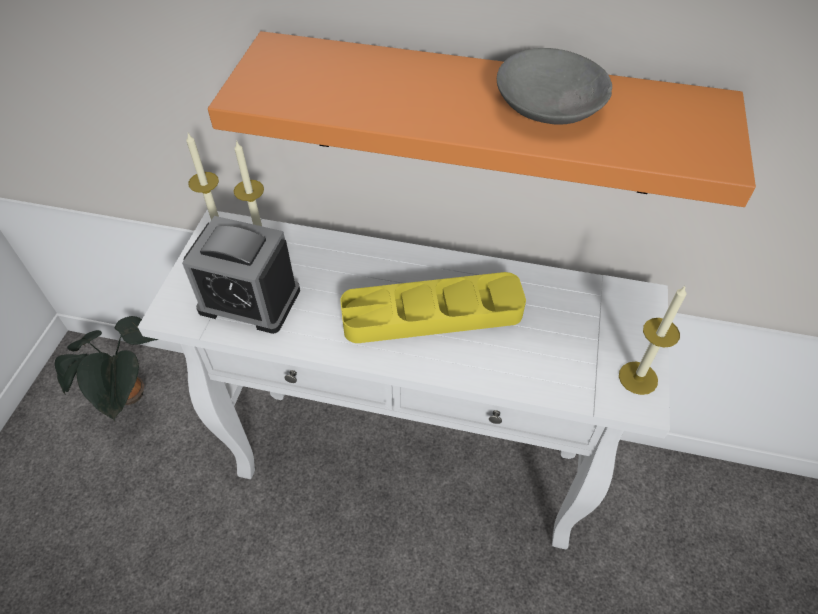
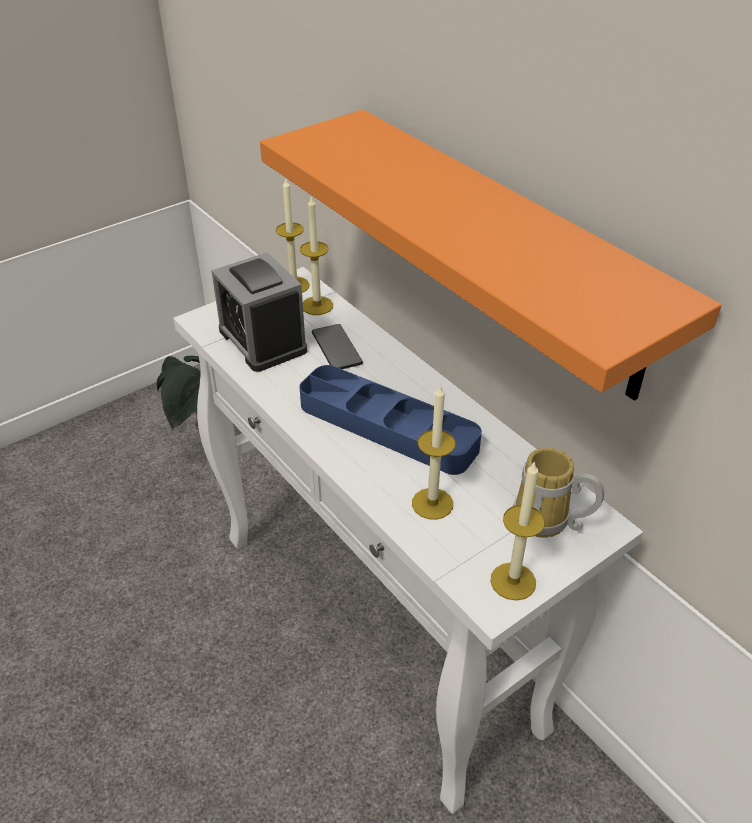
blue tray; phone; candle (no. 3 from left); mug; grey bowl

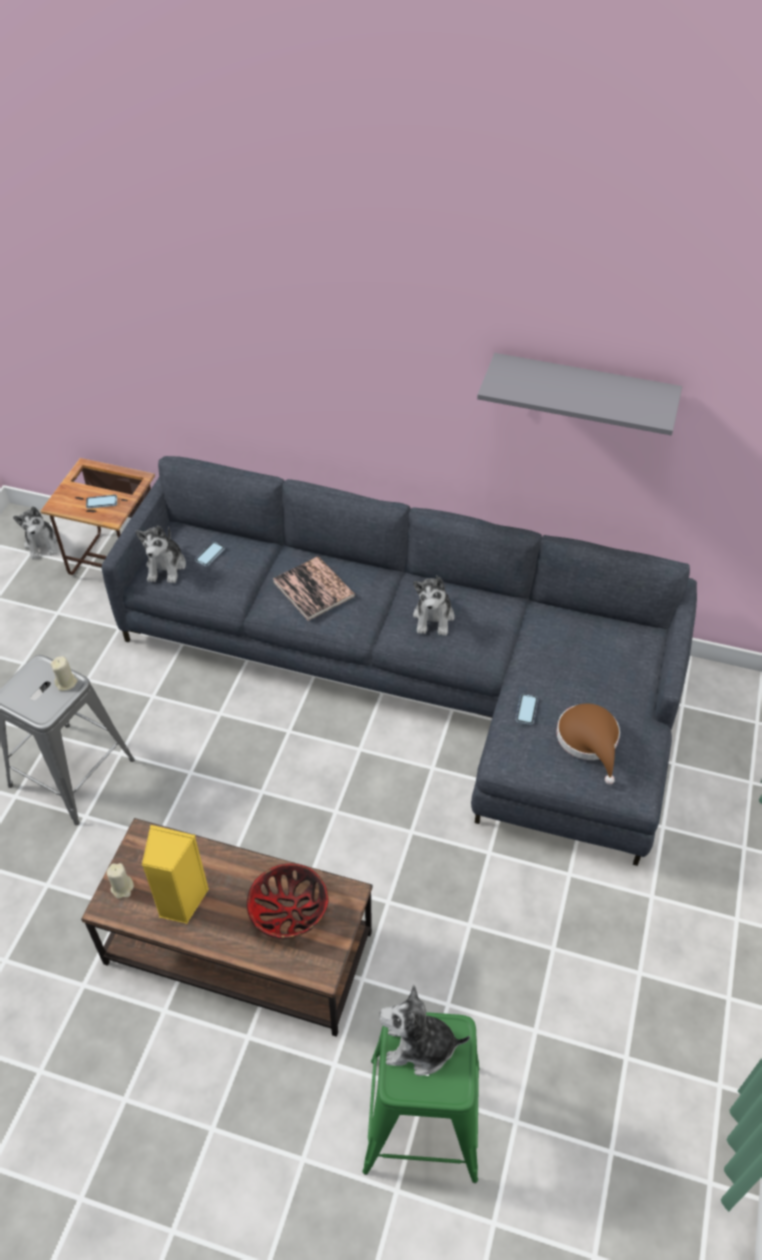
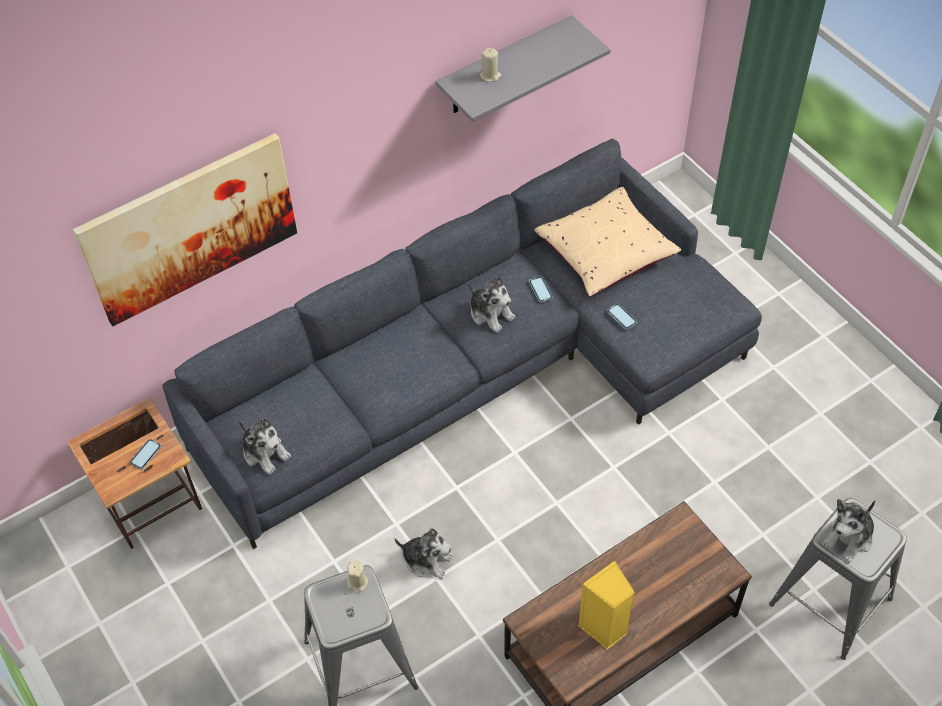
picture; plush toy (no. 2 from left); beige candle (no. 2 from left); phone (no. 2 from left); beige pillow; grey stool (no. 2 from left); bowl; book; brown hat

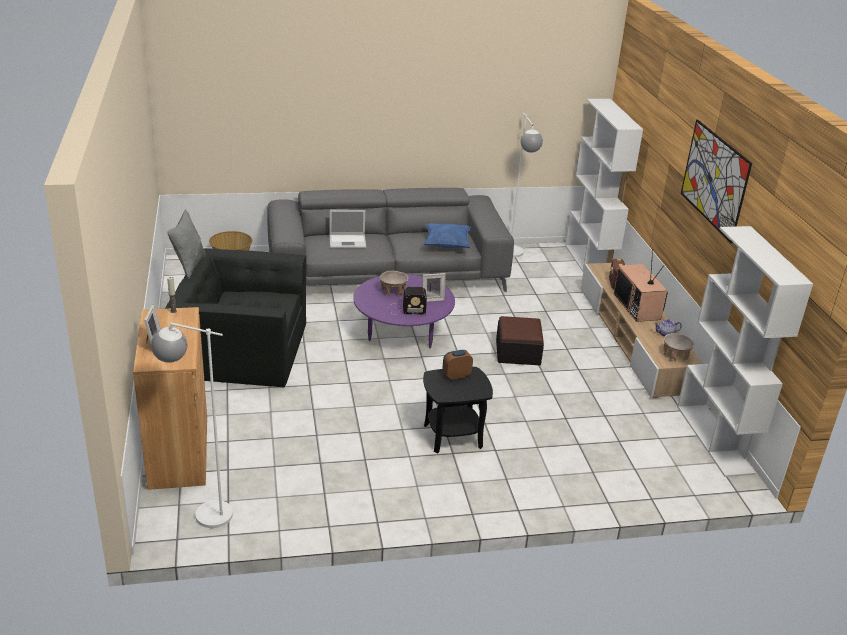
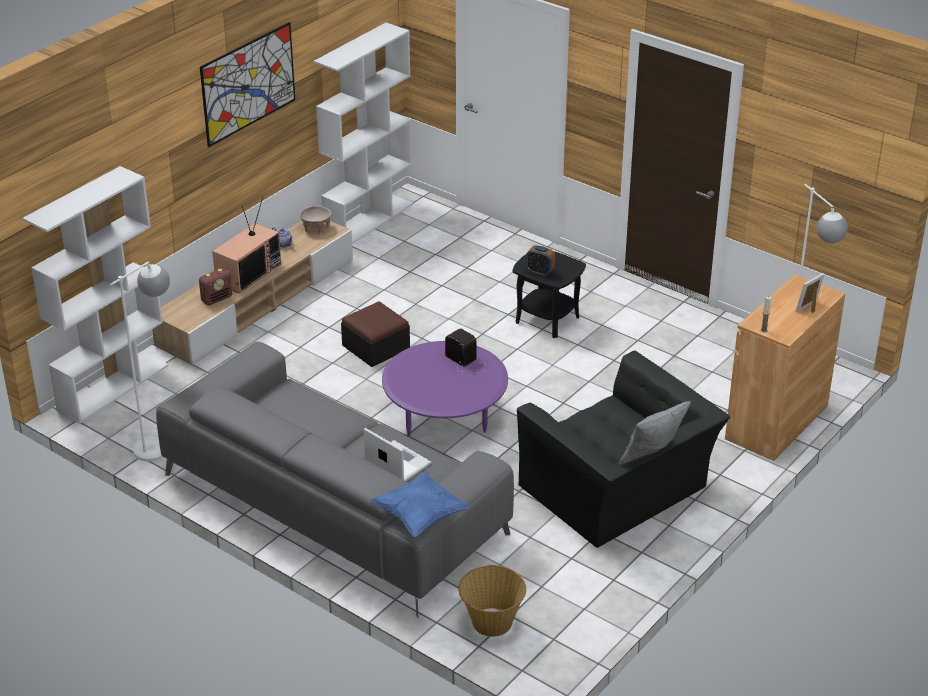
blue pillow; beige bowl (no. 1 from left in the first image); picture frame (no. 2 from left in the first image)

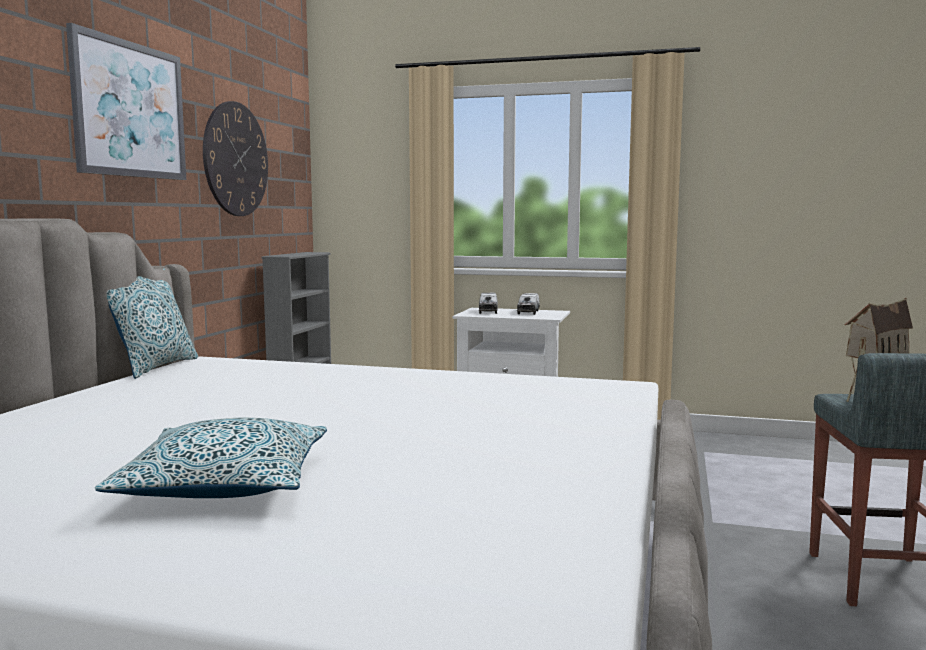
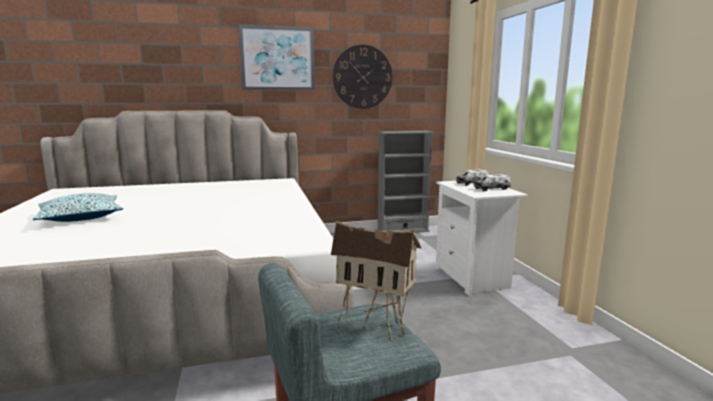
pillow (no. 1 from left in the first image)

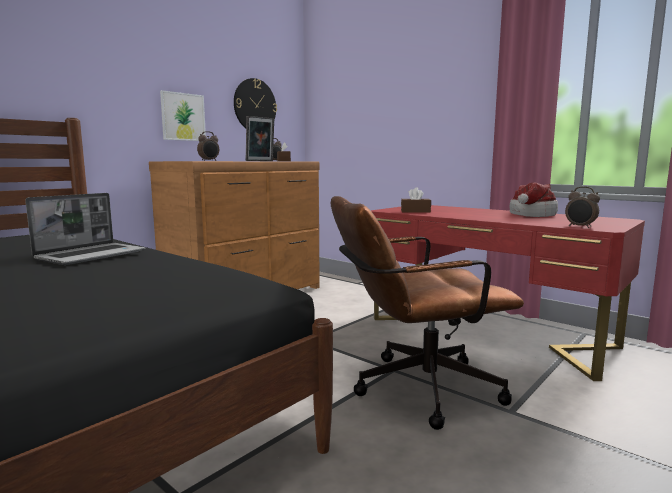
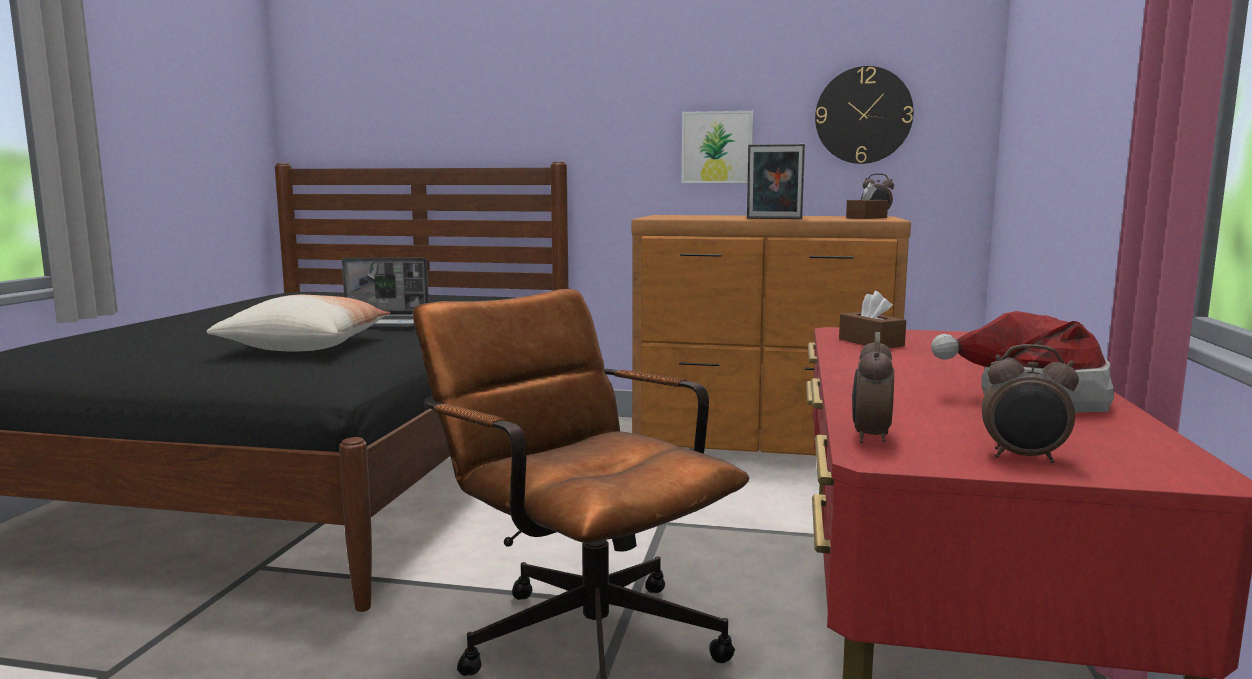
pillow; alarm clock (no. 3 from left)

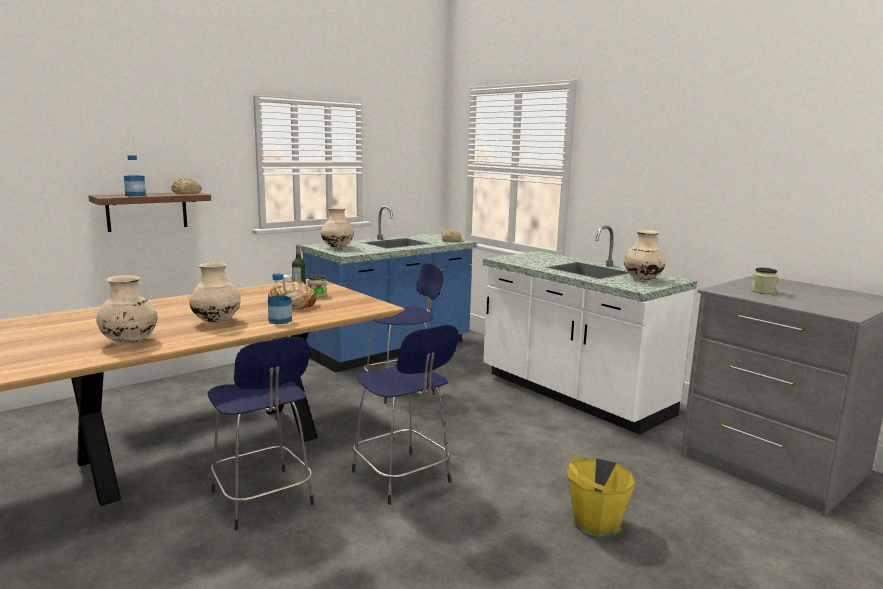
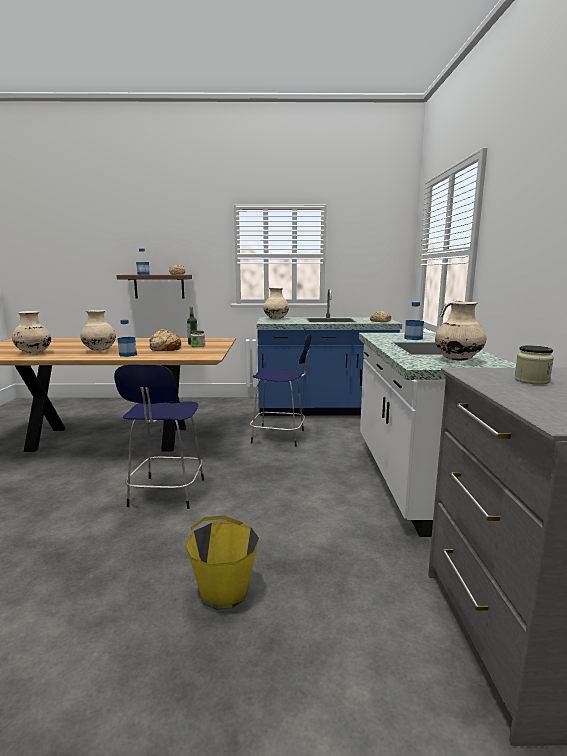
bottle (no. 4 from left); blue stool (no. 1 from left in the first image)

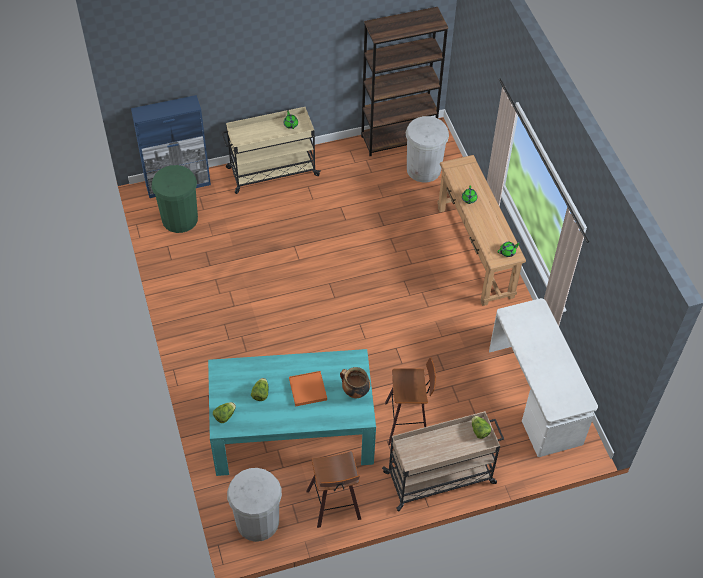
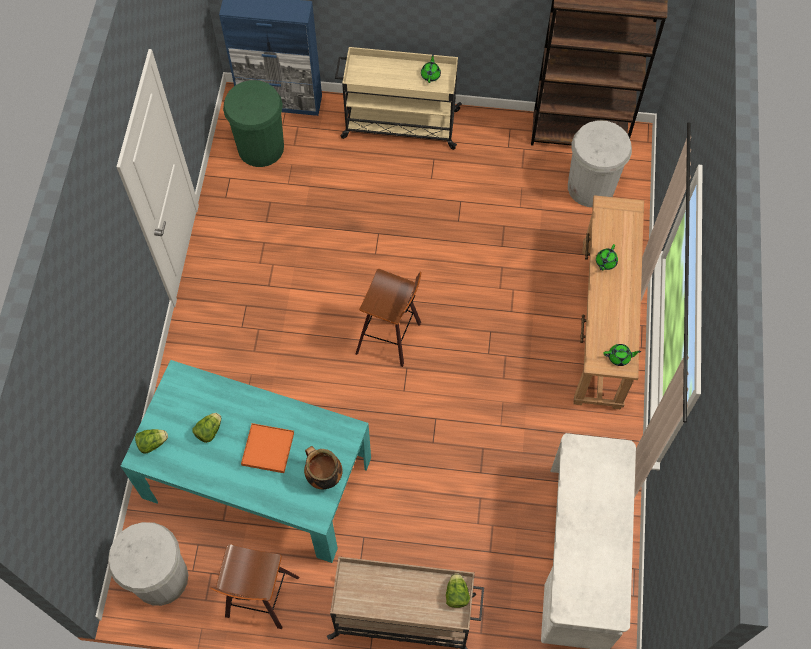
stool (no. 2 from left)

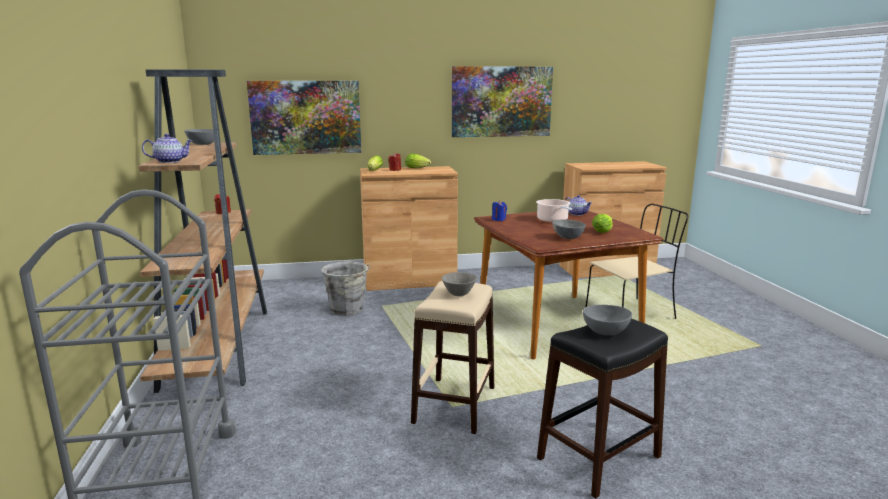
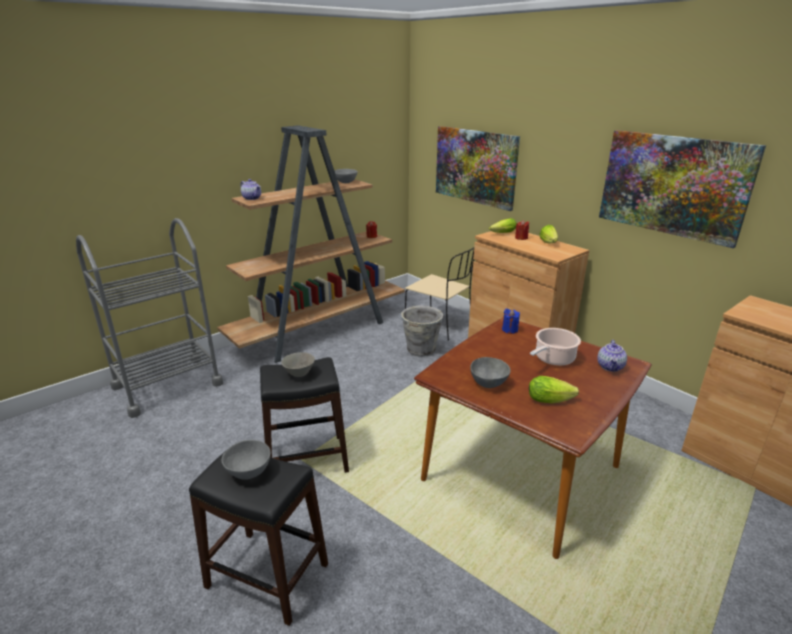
black stool (no. 2 from left); beige chair

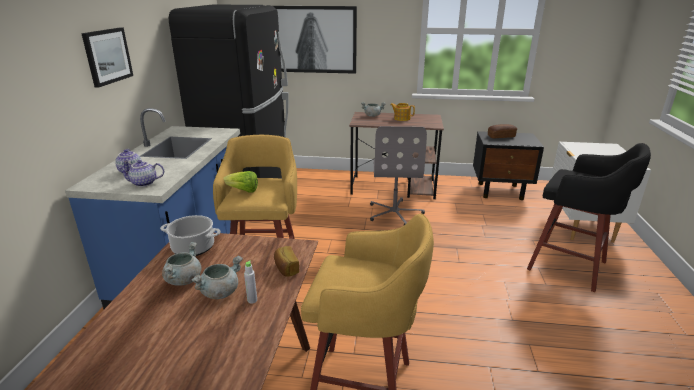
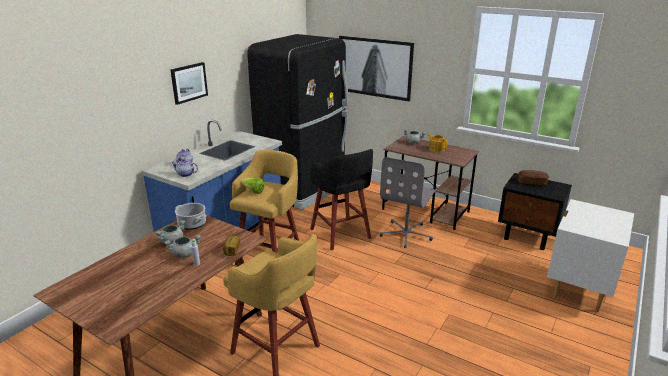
black stool

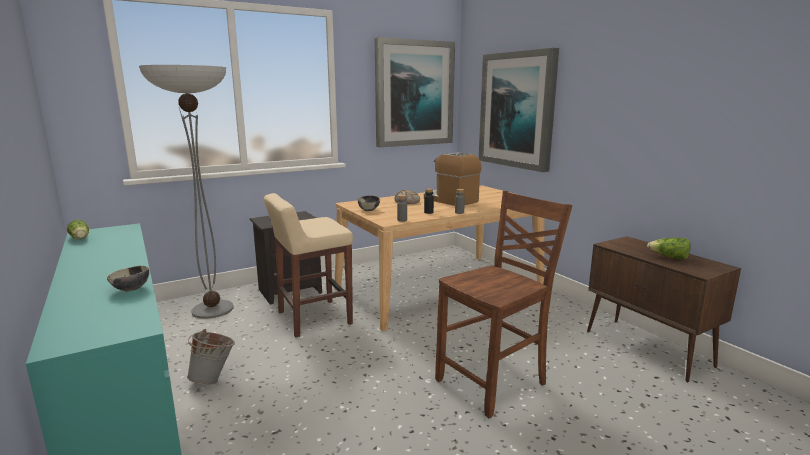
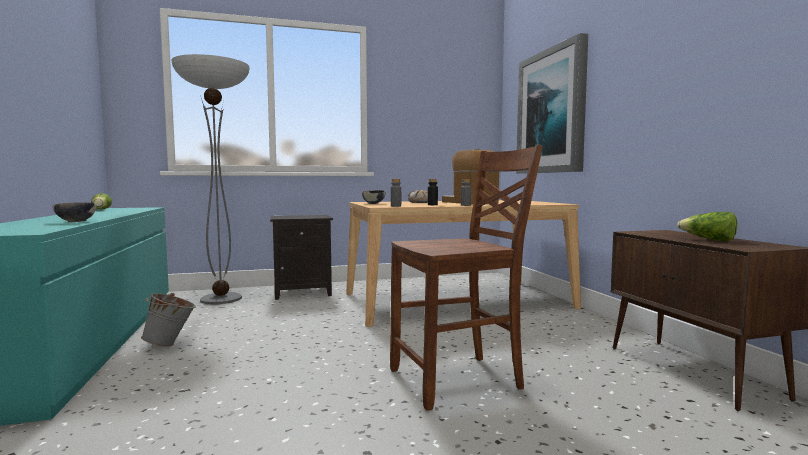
beige stool; picture (no. 1 from left in the first image)

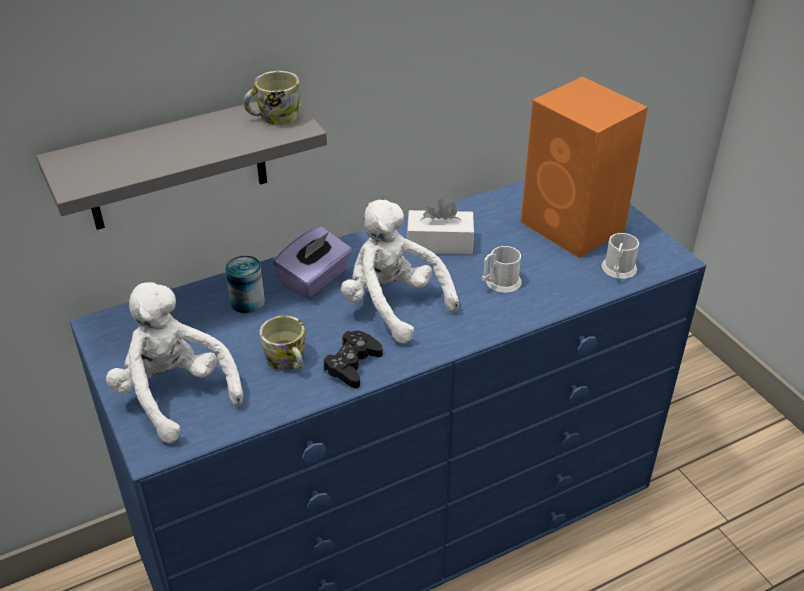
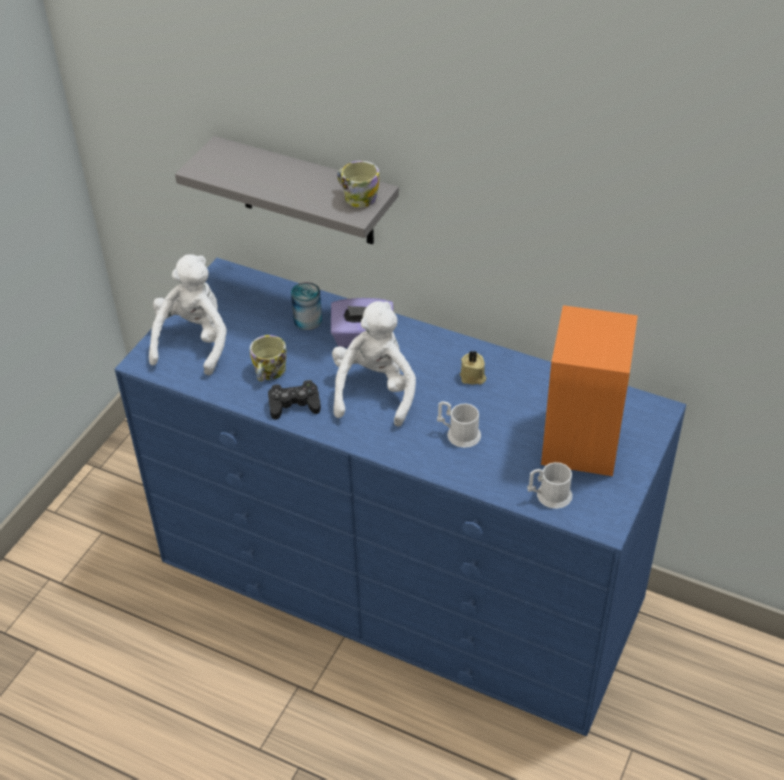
beige candle

